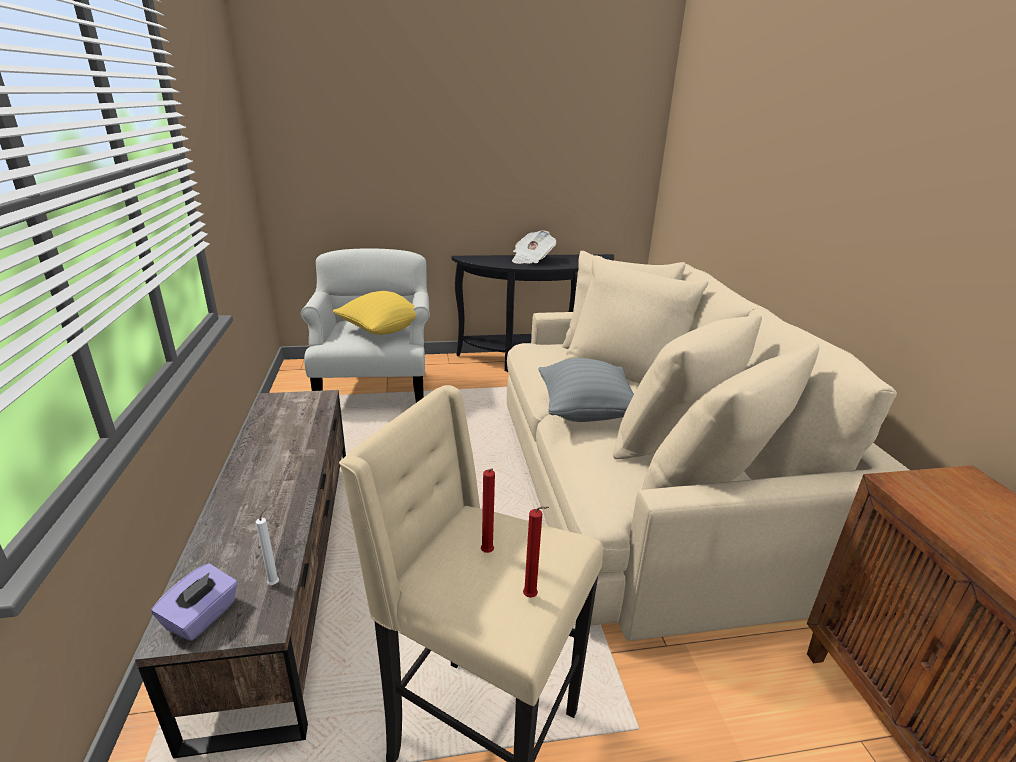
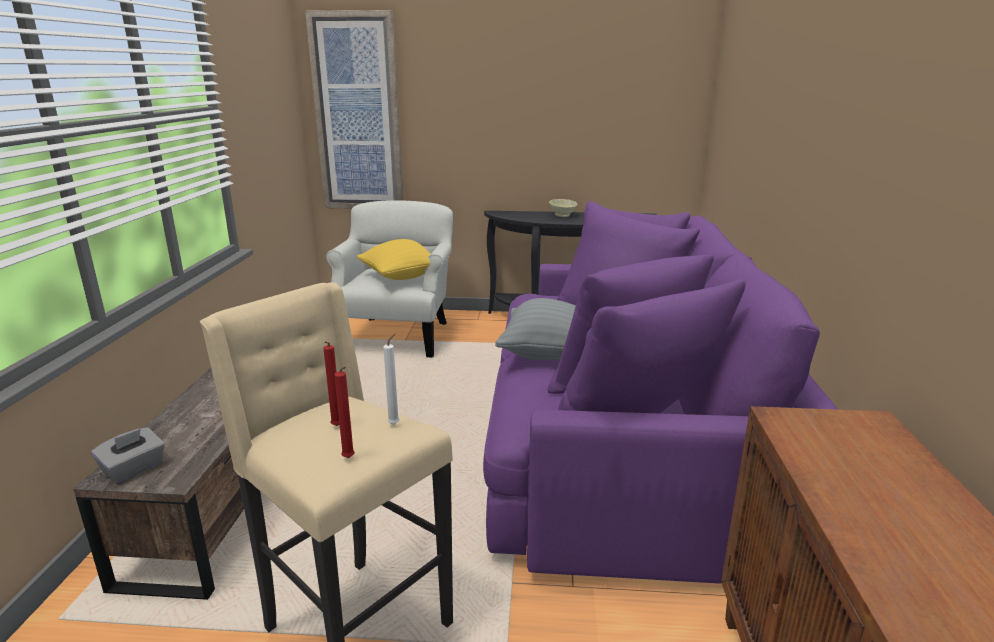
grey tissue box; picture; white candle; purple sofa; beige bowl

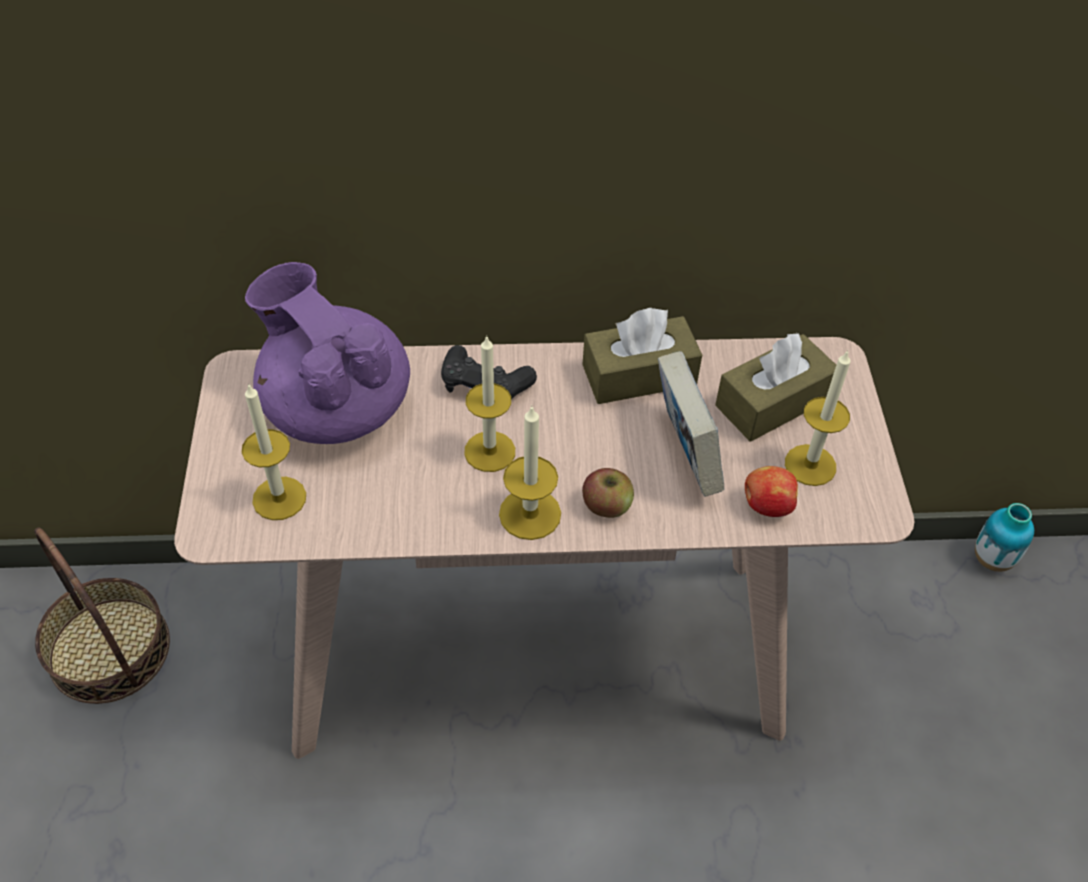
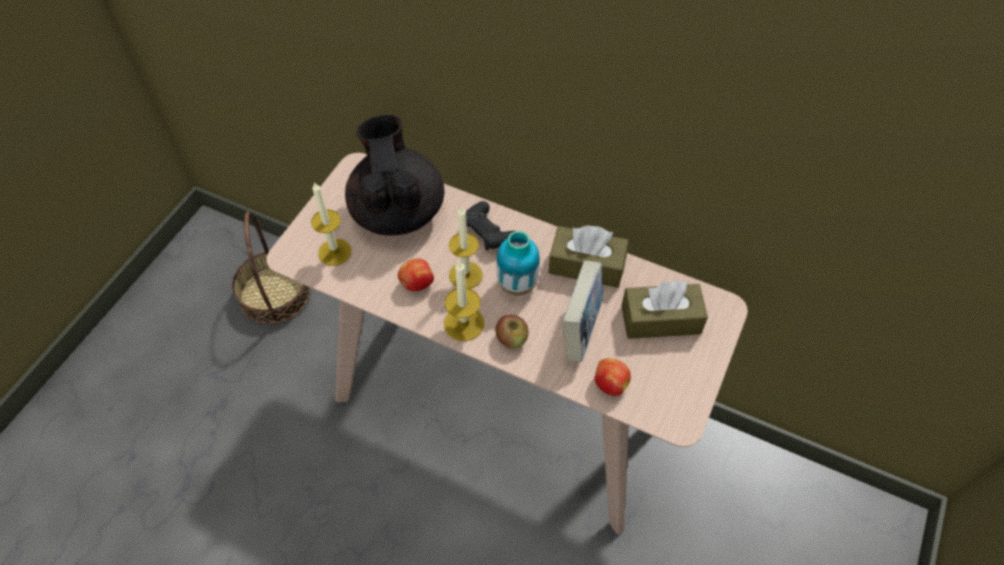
black teapot; apple (no. 1 from left); vase; candle (no. 4 from left in the first image)

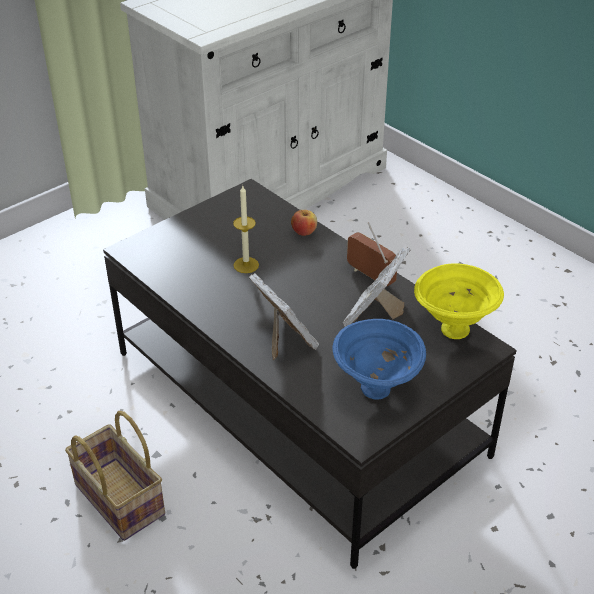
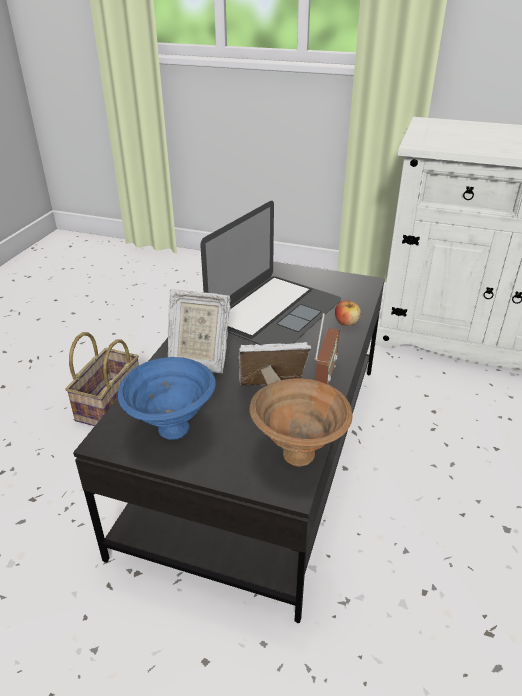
picture frame (no. 1 from left); laptop; brown bowl

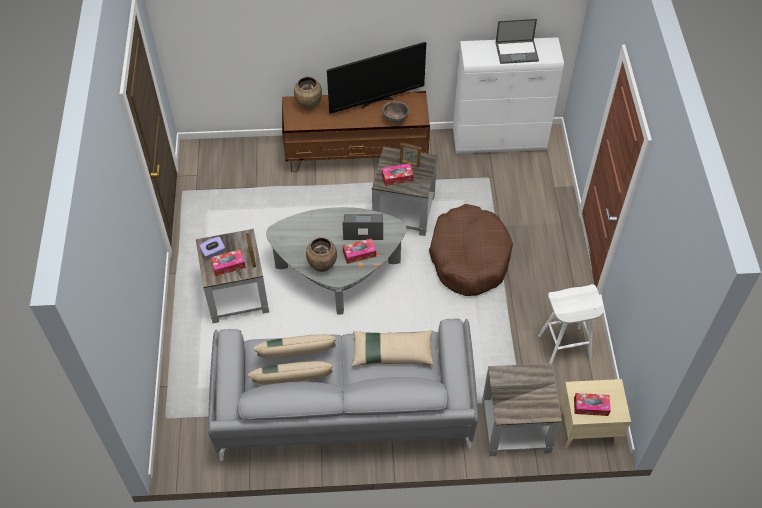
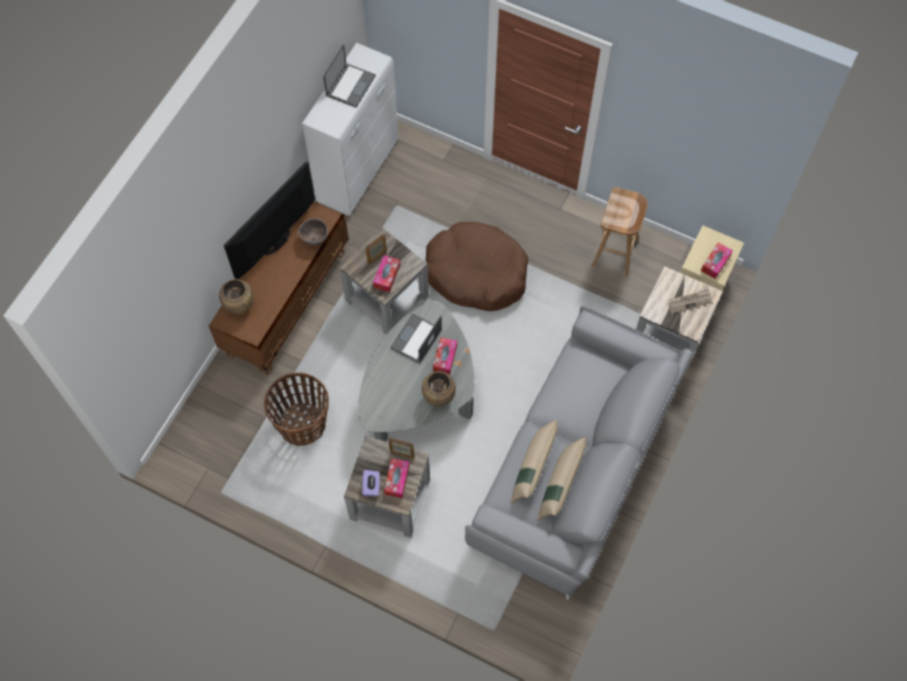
television; basket; brown stool; newspaper; beige pillow (no. 3 from left in the first image)

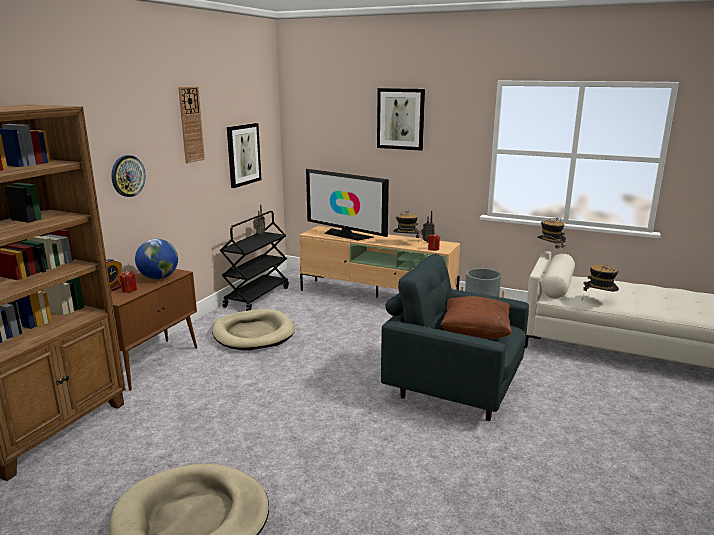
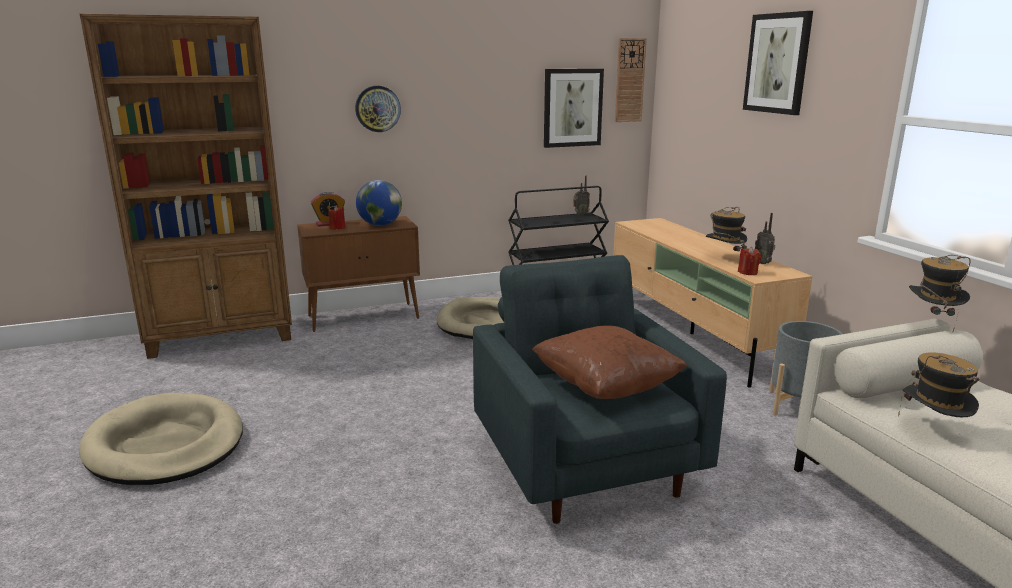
wall clock (no. 2 from left); television

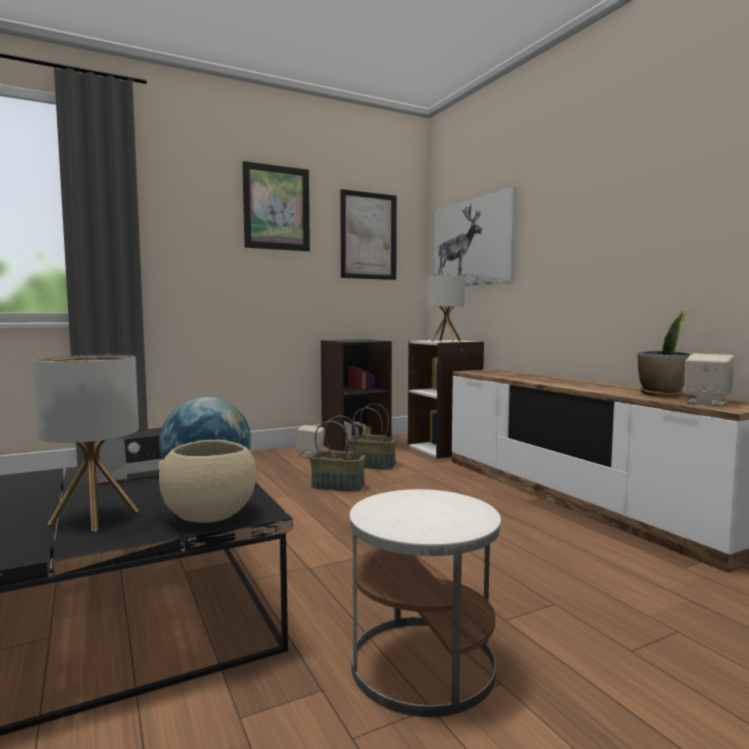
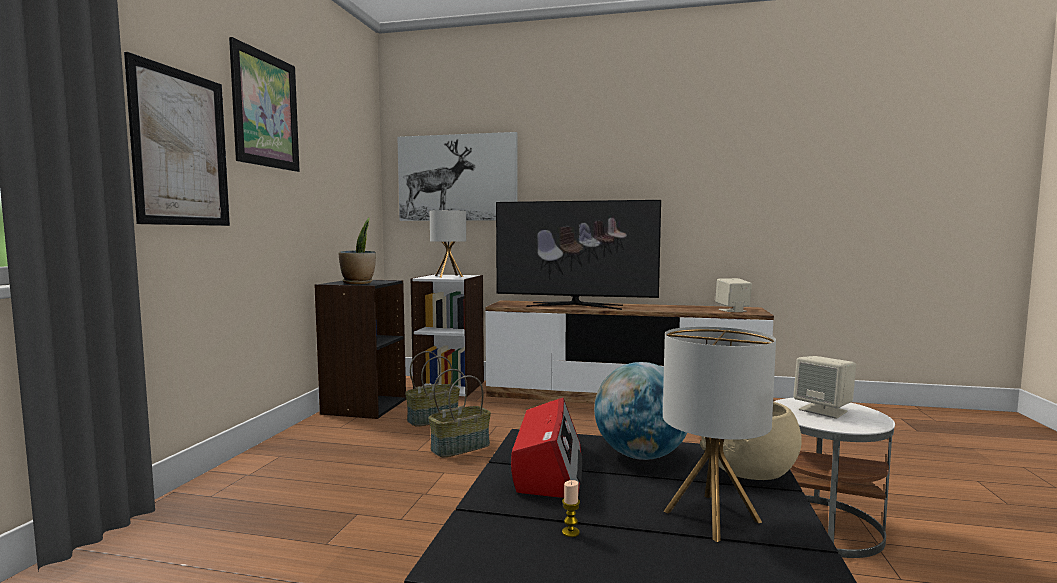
picture (no. 1 from left); potted plant; television; candle; beige speaker (no. 2 from left)

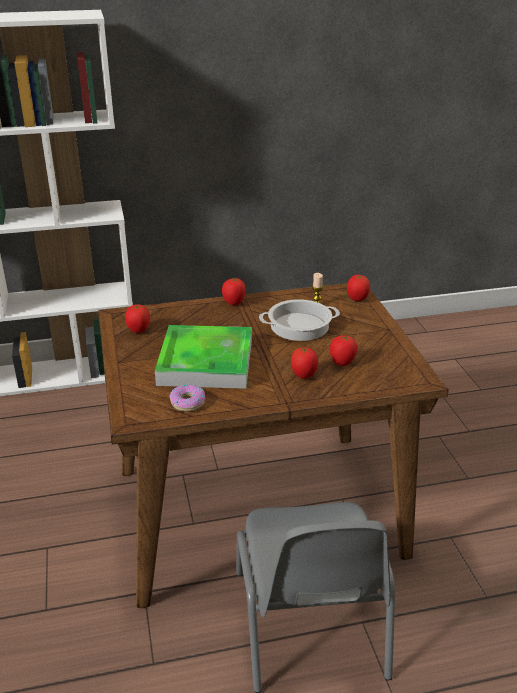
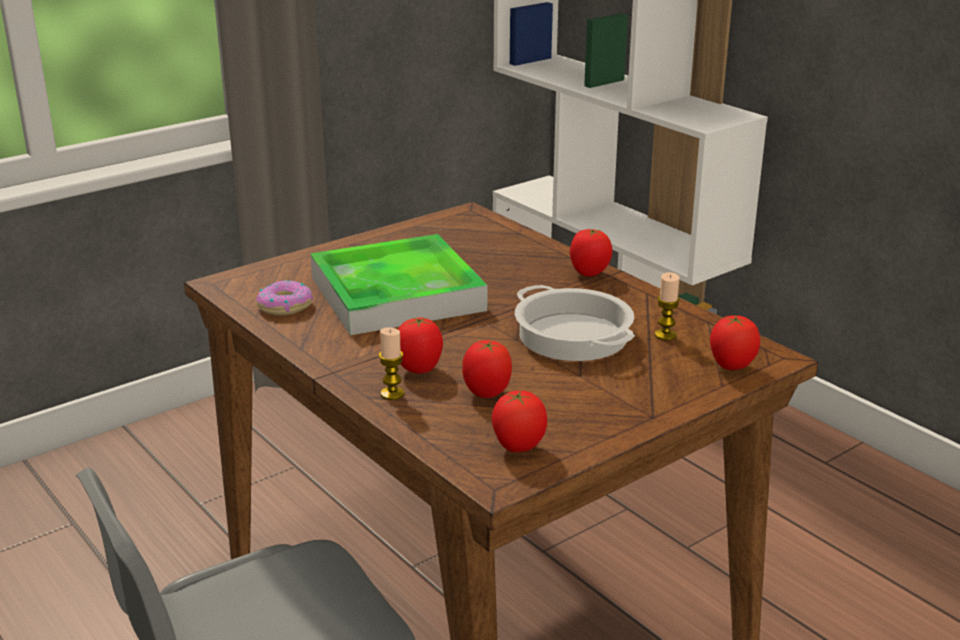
candle (no. 1 from left); tomato (no. 3 from left)

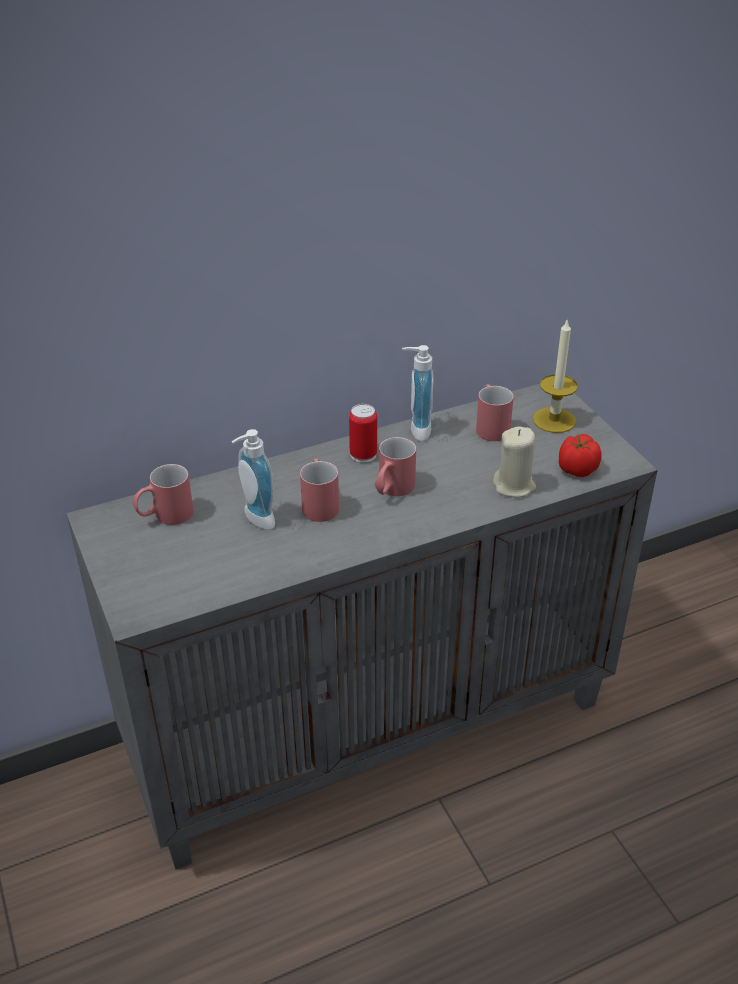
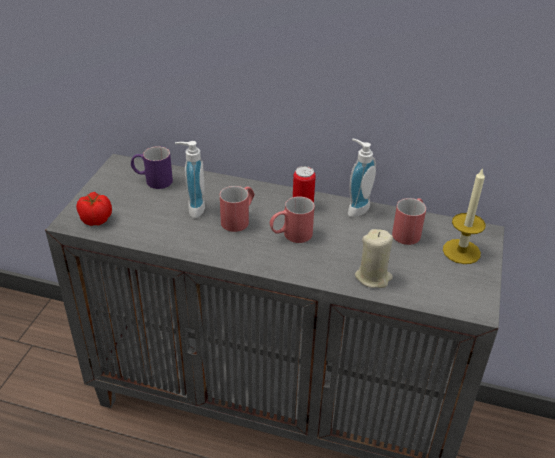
tomato; purple mug

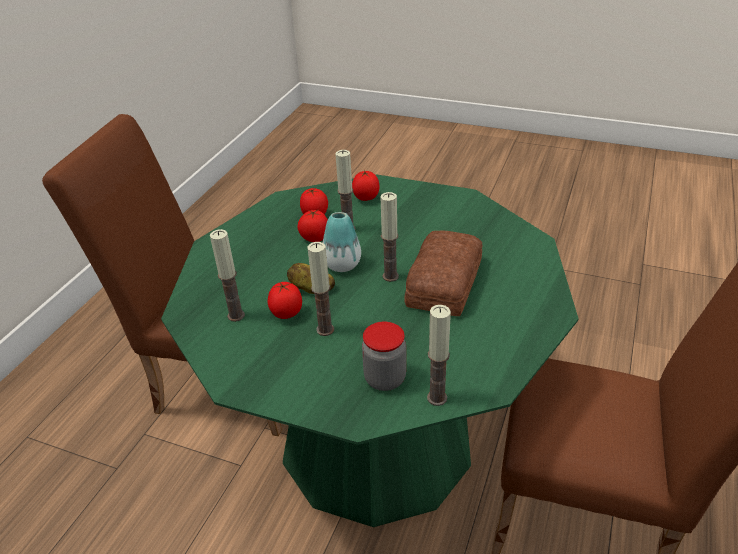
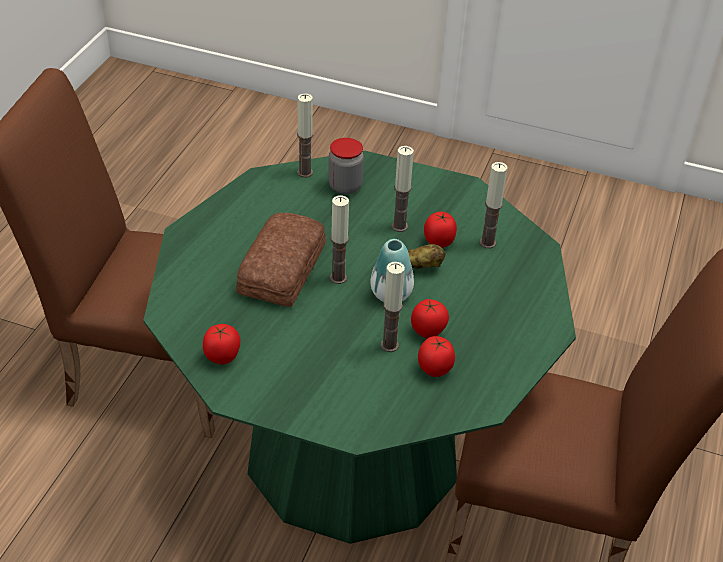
tomato (no. 1 from left)

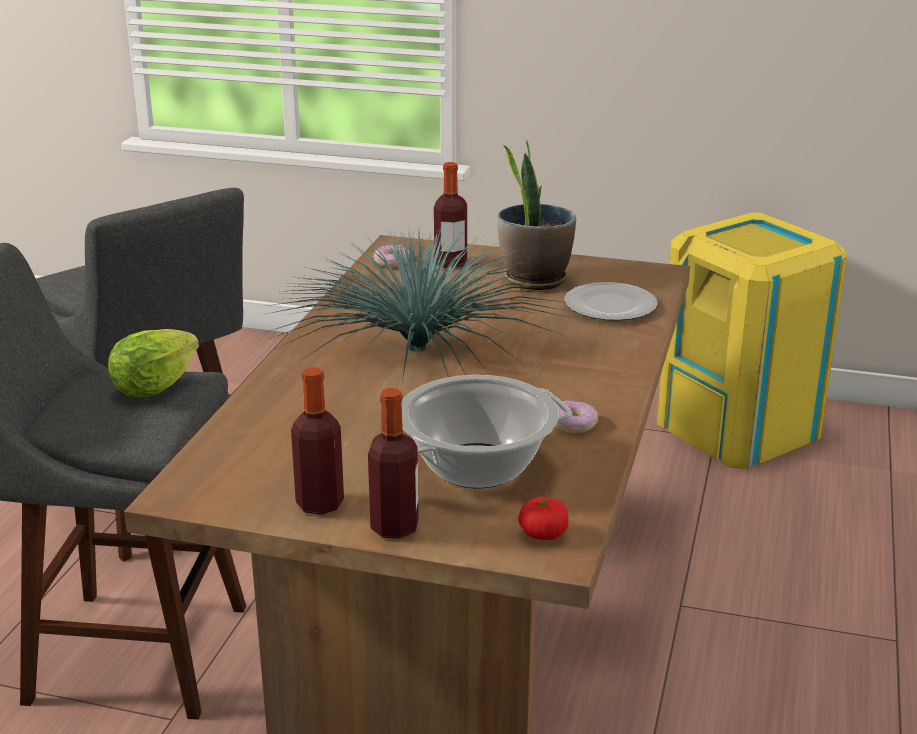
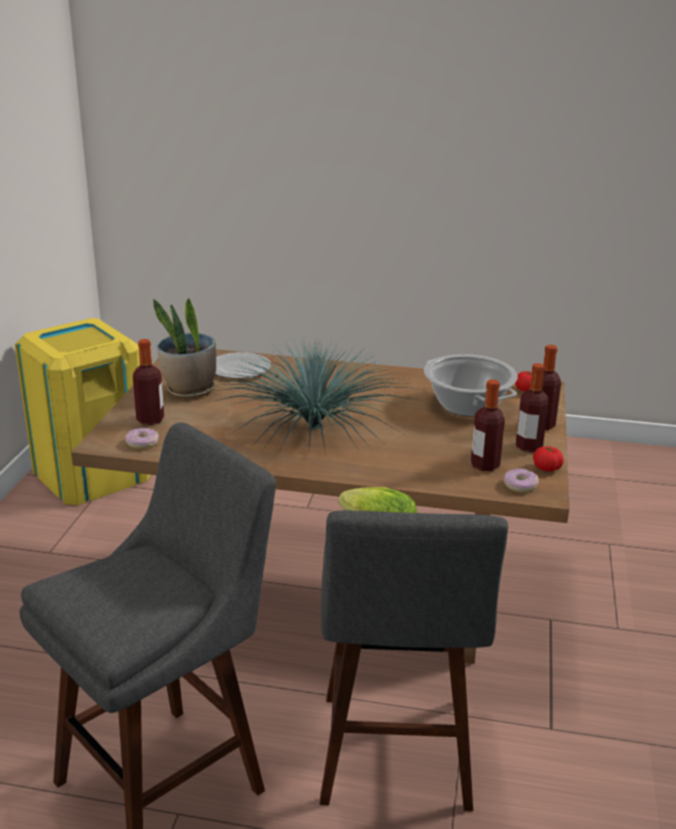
bottle (no. 2 from left); donut (no. 2 from left); tomato (no. 2 from left)

